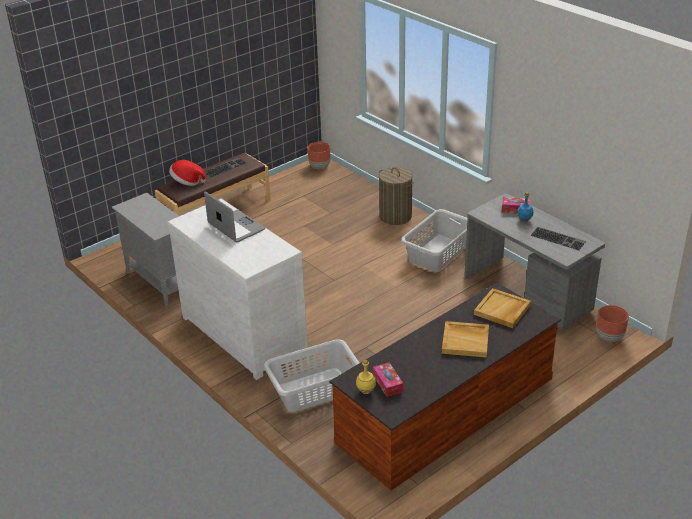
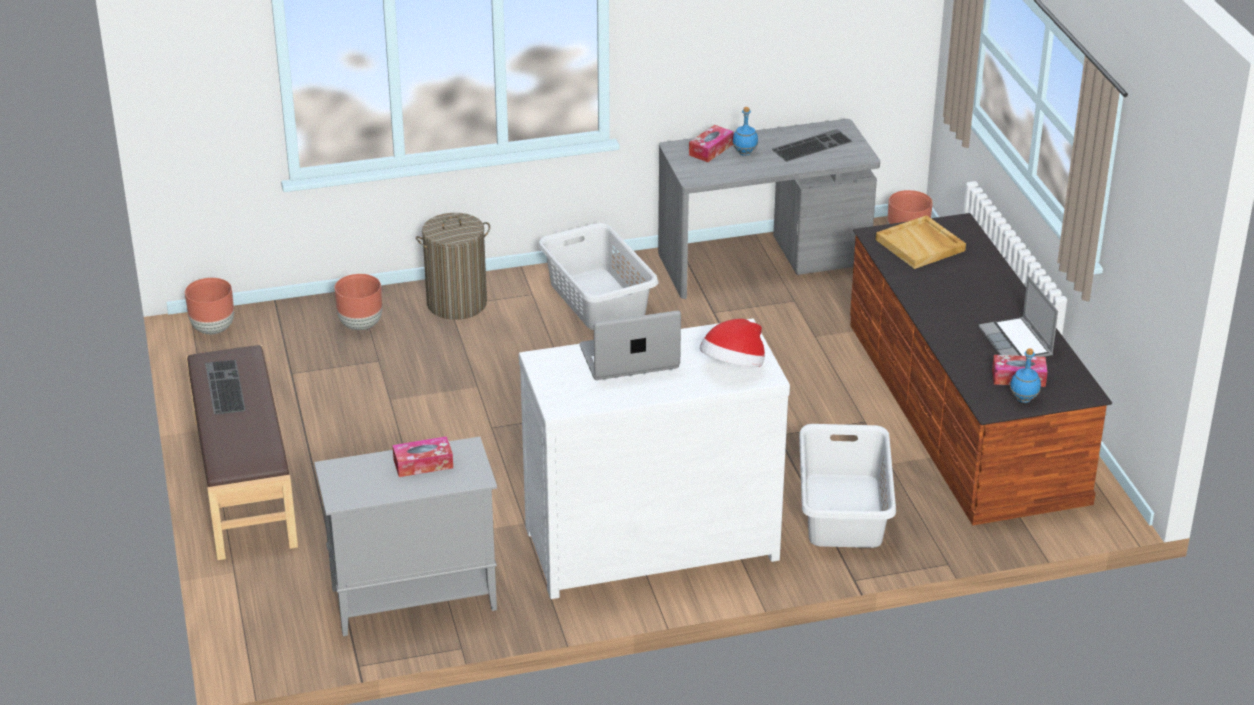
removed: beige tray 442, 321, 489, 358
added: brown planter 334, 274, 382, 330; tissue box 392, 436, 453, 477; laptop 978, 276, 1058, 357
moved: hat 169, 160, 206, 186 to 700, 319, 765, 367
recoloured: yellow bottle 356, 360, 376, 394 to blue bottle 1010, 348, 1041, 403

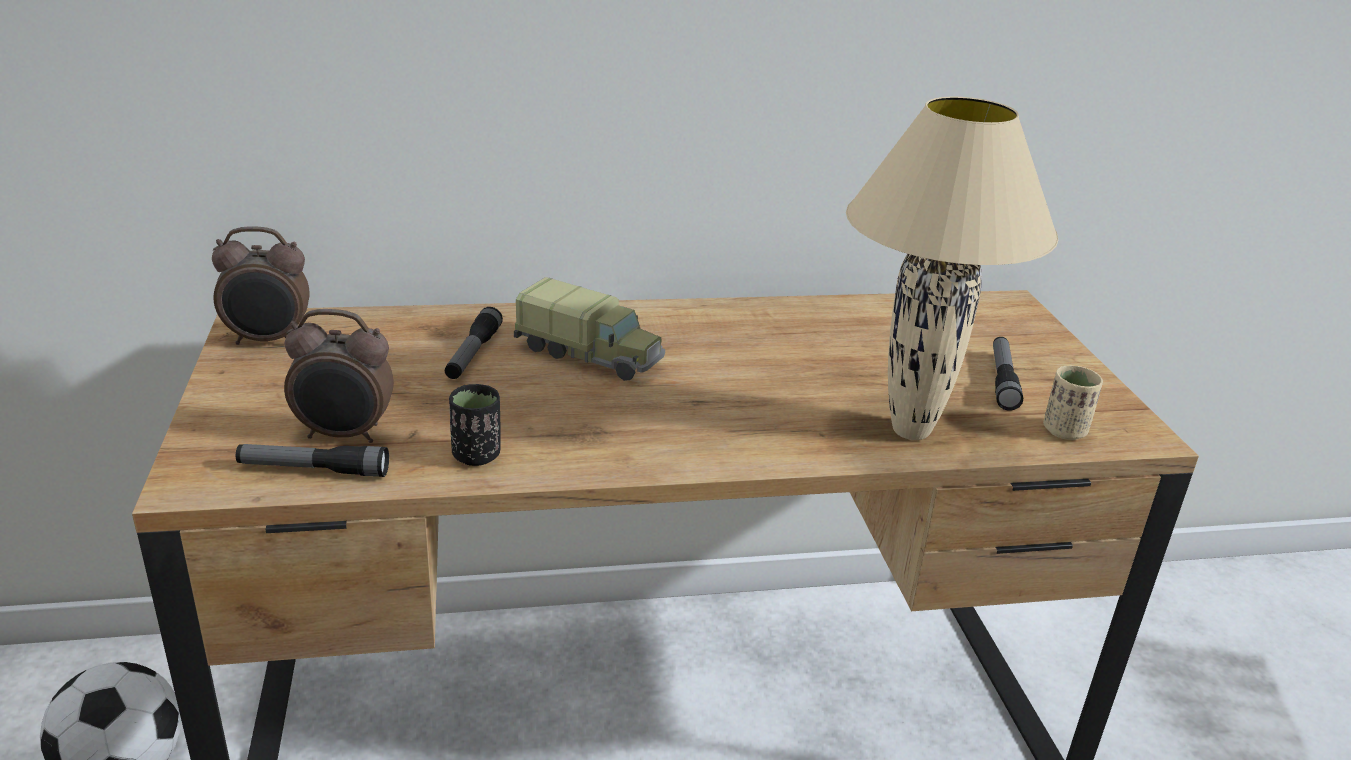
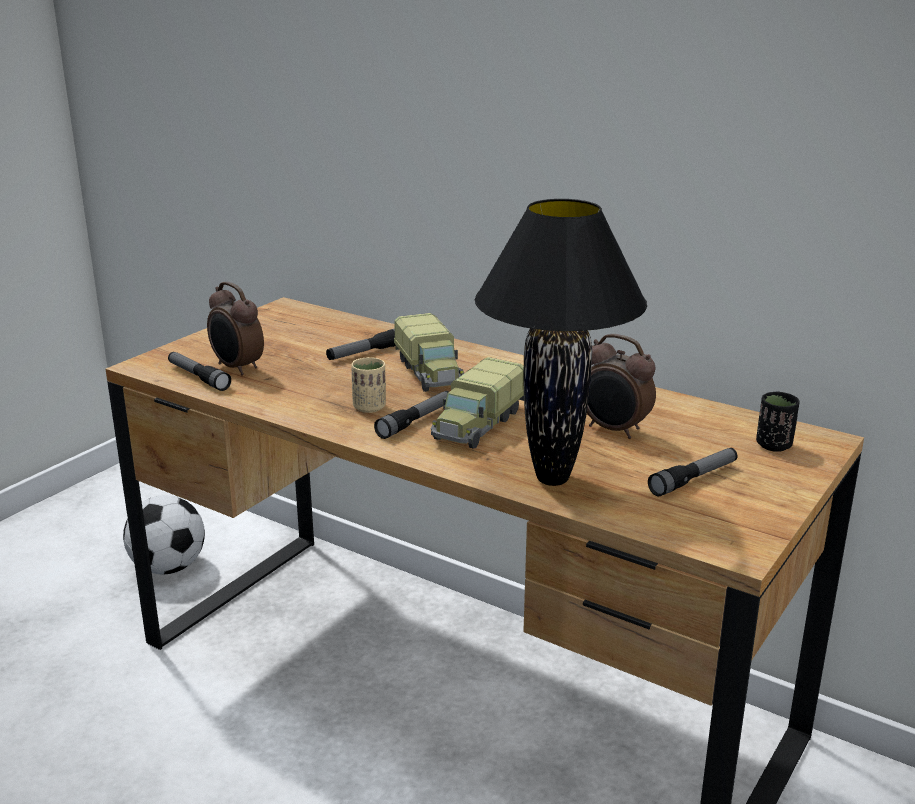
added: flashlight 374, 391, 449, 439; toy truck 430, 357, 524, 448
moved: alarm clock 212, 227, 310, 345 to 587, 334, 656, 439; black cup 449, 384, 501, 466 to 756, 392, 800, 452; beige cup 1043, 365, 1103, 440 to 351, 357, 386, 413
recoloured: beige table lamp 846, 97, 1058, 440 to black table lamp 475, 199, 647, 486

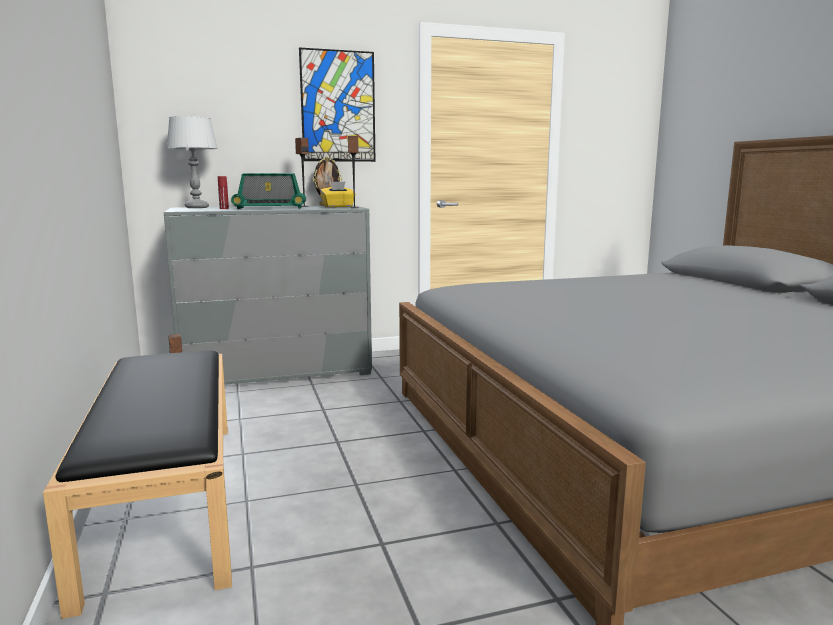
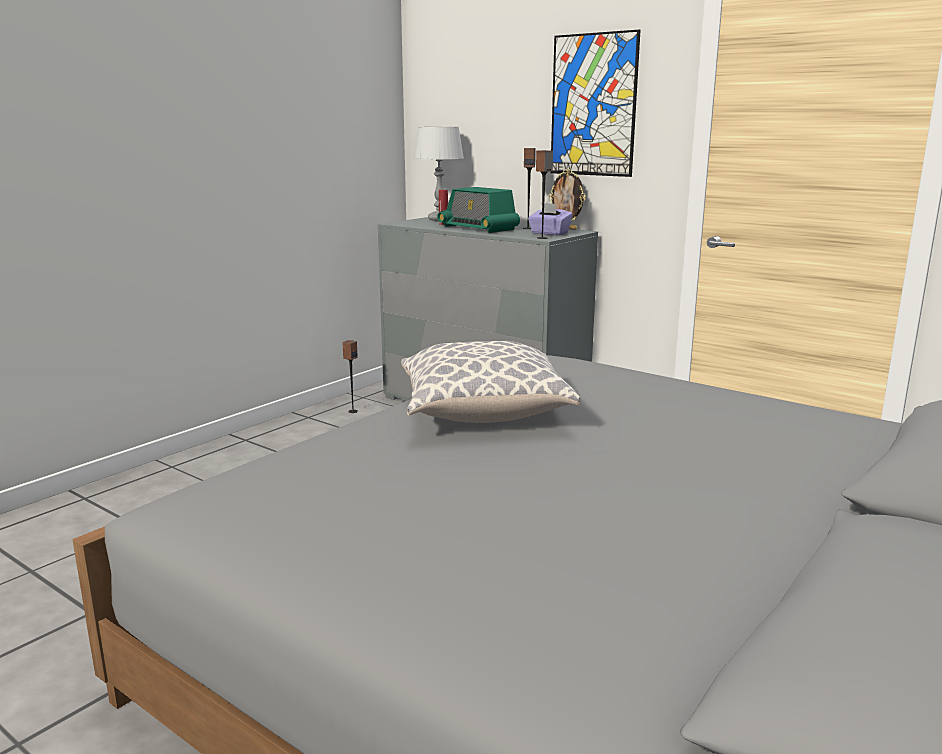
removed: black bench 43, 351, 232, 619
added: pillow 402, 341, 580, 423
recoloured: yellow tissue box 320, 181, 356, 207 to purple tissue box 528, 203, 573, 235

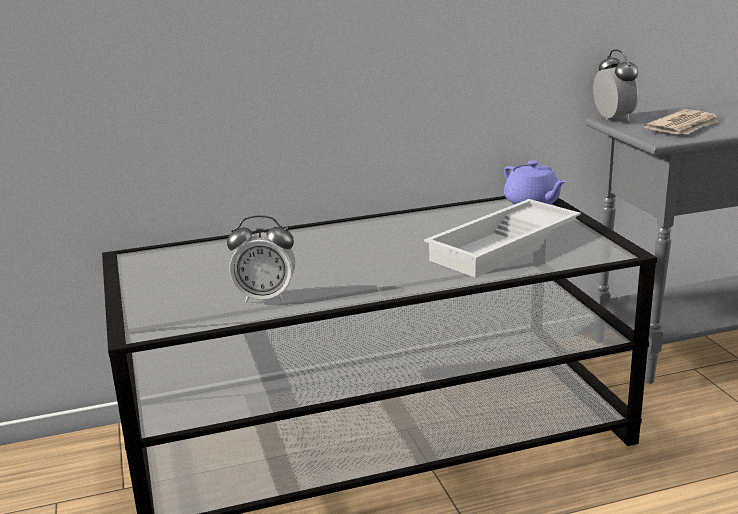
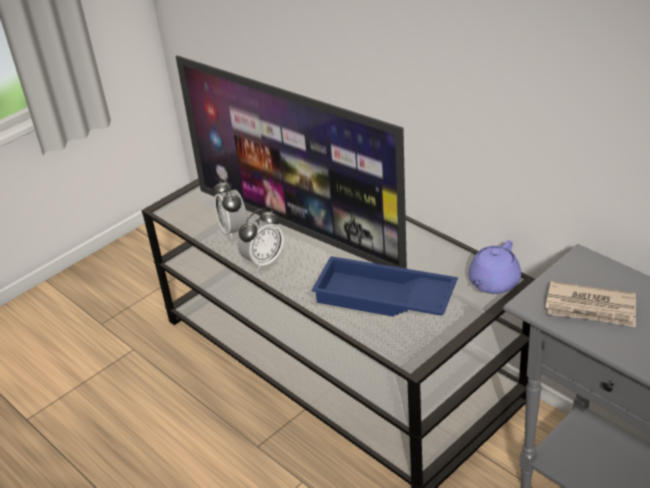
added: television 176, 55, 407, 269
moved: alarm clock 593, 50, 639, 121 to 238, 208, 284, 270
recoloured: white tray 424, 199, 581, 278 to blue tray 312, 256, 458, 317

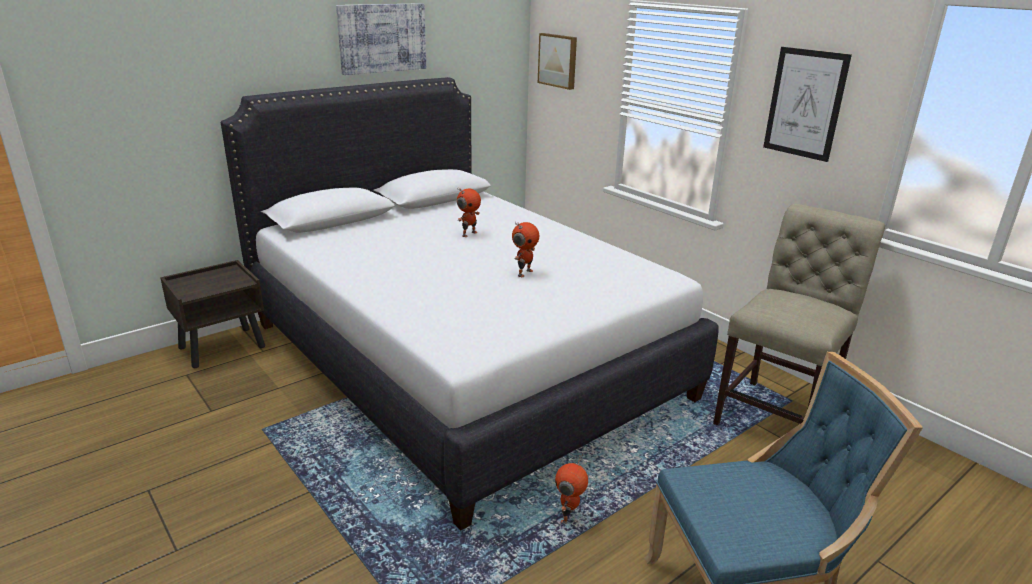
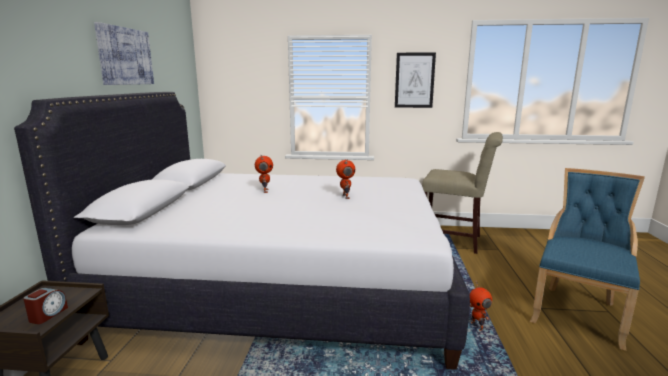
removed: picture 538, 33, 577, 90
added: alarm clock 23, 288, 68, 324
turned: beige chair 713, 204, 885, 425 = 422, 132, 503, 254 120 degrees clockwise

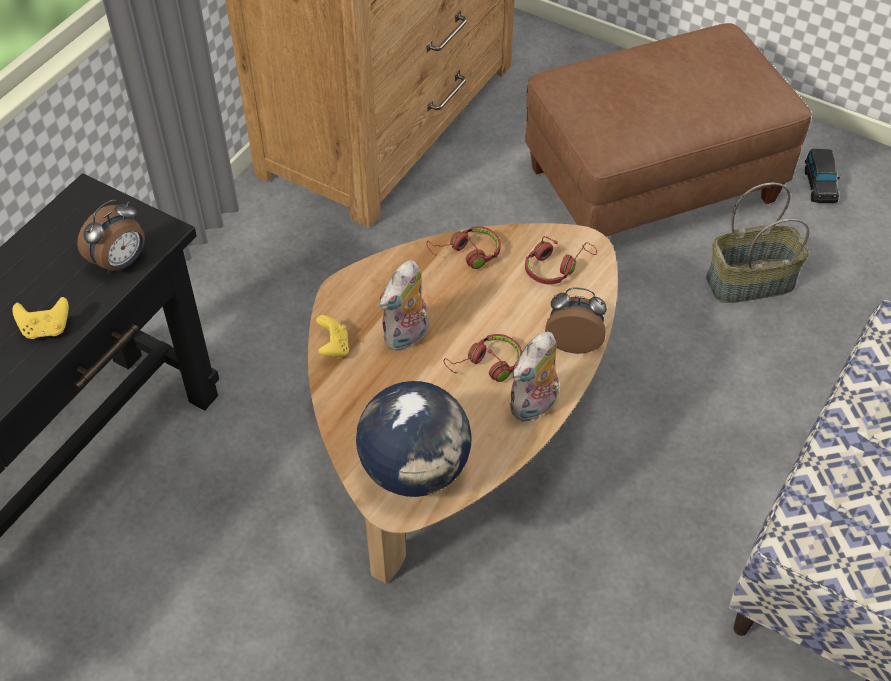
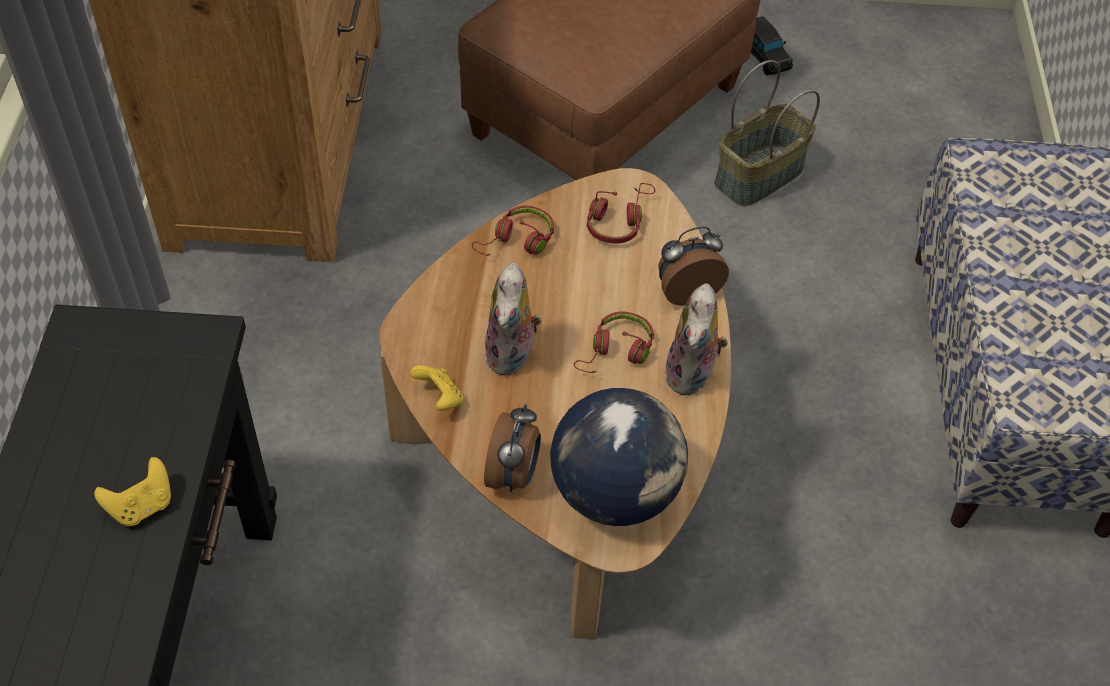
moved: alarm clock 77, 199, 145, 273 to 484, 404, 541, 492

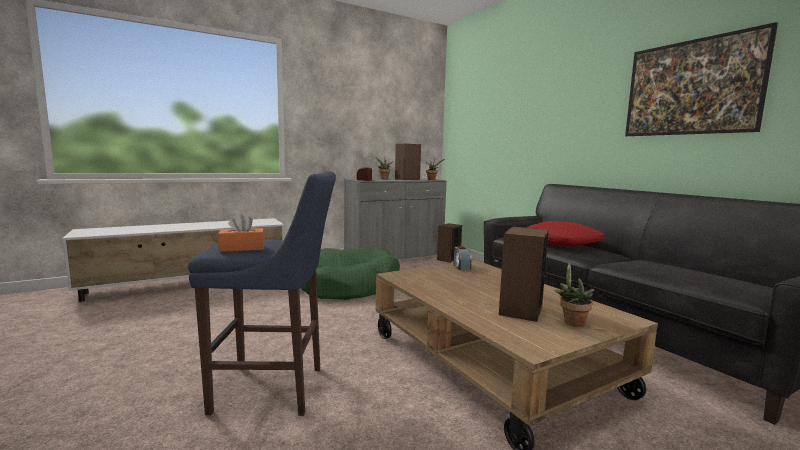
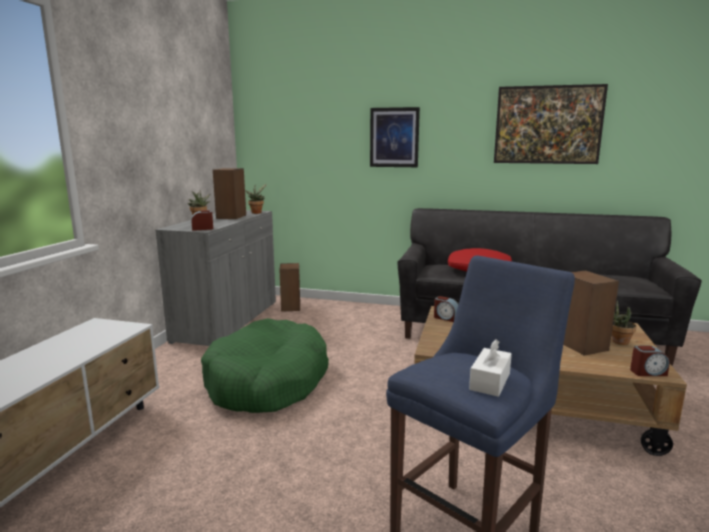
added: picture 370, 107, 420, 167; alarm clock 630, 346, 670, 376
recoloured: orange tissue box 218, 214, 265, 252 to white tissue box 469, 339, 512, 397

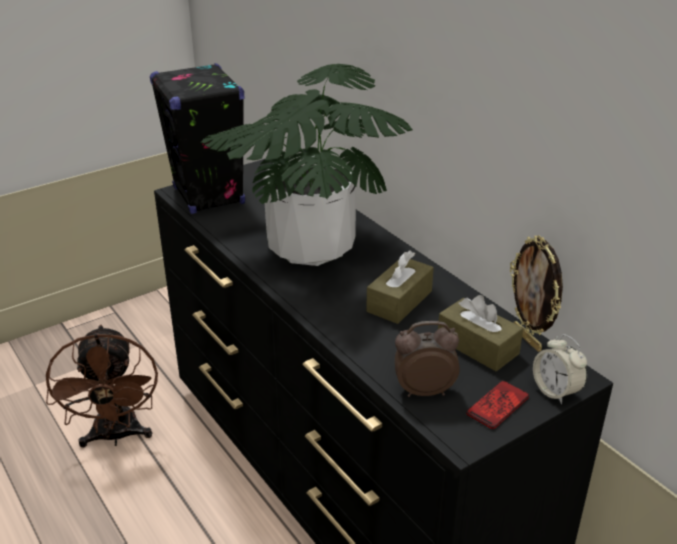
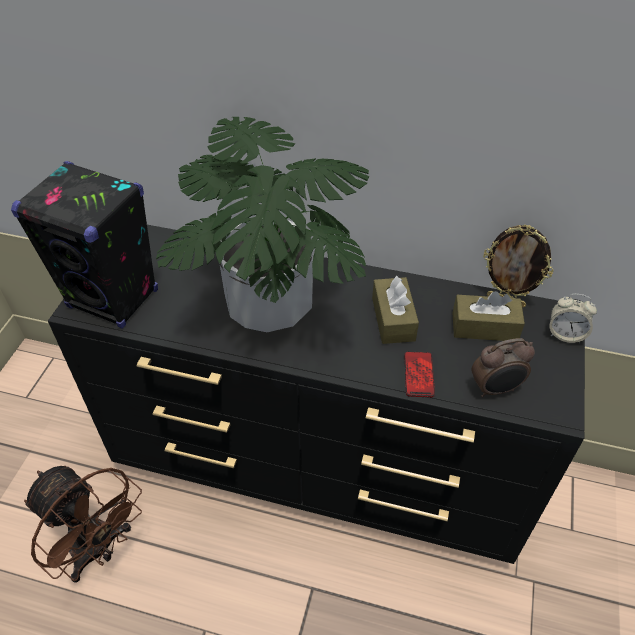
moved: phone 466, 381, 529, 429 to 404, 351, 435, 398
turned: alarm clock 395, 321, 460, 397 = 472, 338, 535, 397 150 degrees counterclockwise

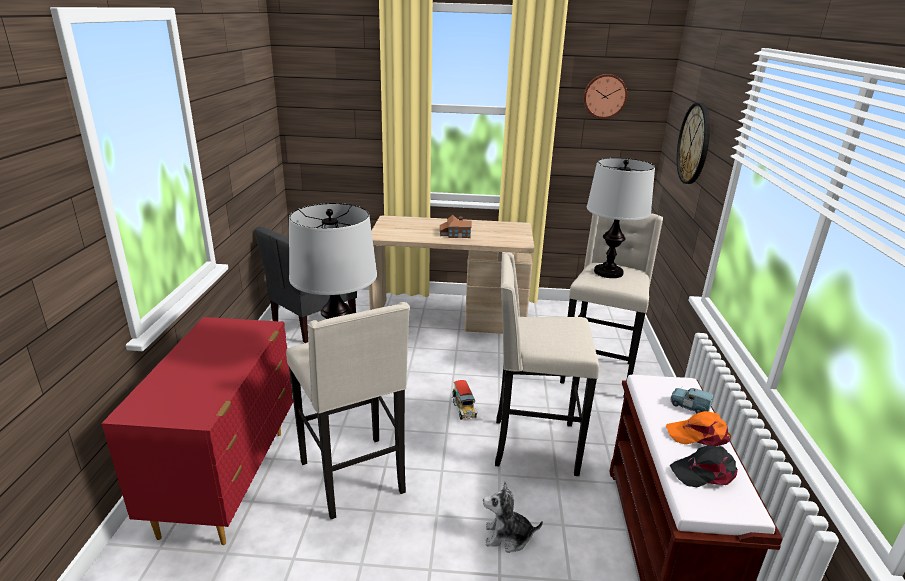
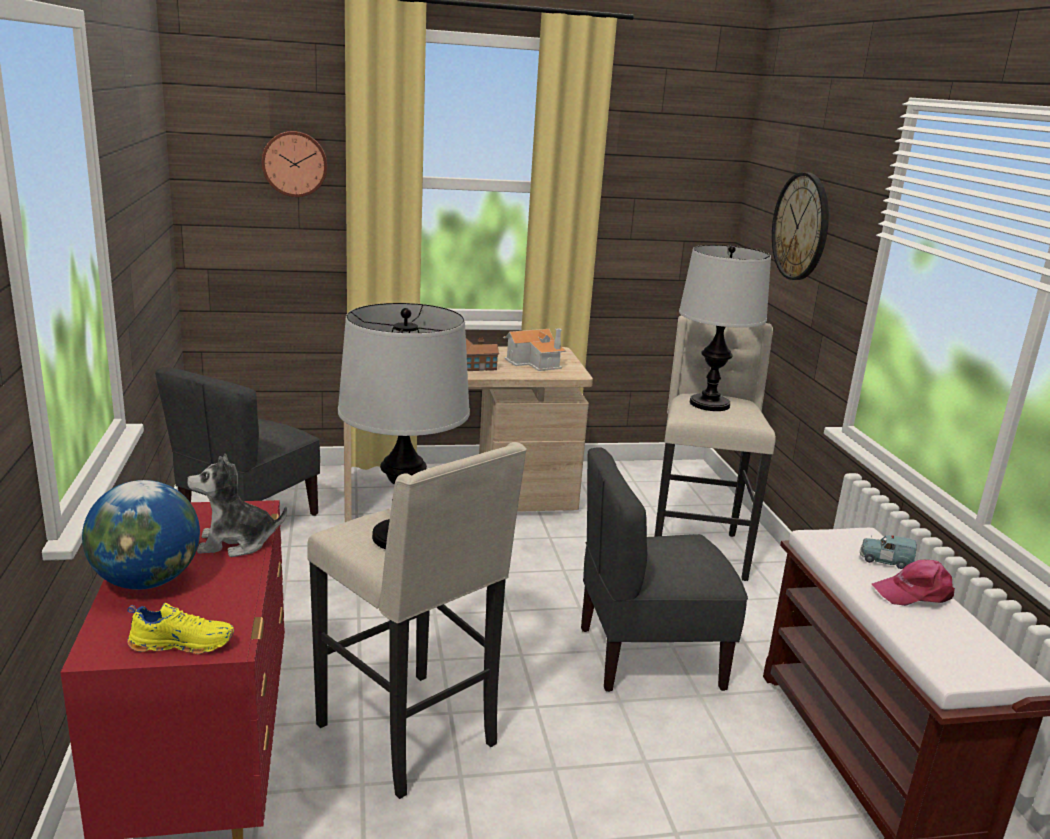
removed: toy truck 451, 380, 478, 420; black cap 670, 445, 738, 487
added: globe 82, 480, 200, 590; yellow shoe 127, 603, 234, 654; toy house 503, 328, 566, 371
moved: plush toy 483, 482, 543, 553 to 187, 454, 287, 557; wall clock 583, 74, 627, 119 to 262, 131, 327, 197
replaced: beige stool 495, 252, 599, 476 to grey chair 581, 447, 748, 692
recoloured: orange cap 666, 411, 731, 446 to pink cap 872, 560, 955, 606

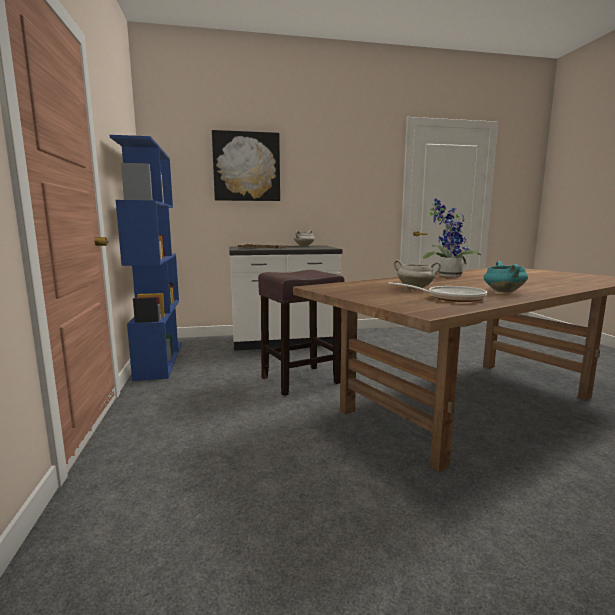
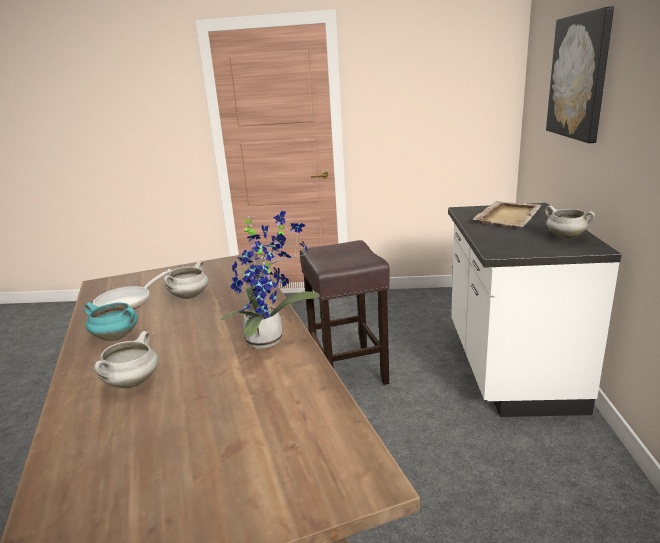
removed: blue bookcase 110, 135, 182, 381
added: white cooking pot 94, 331, 159, 388

